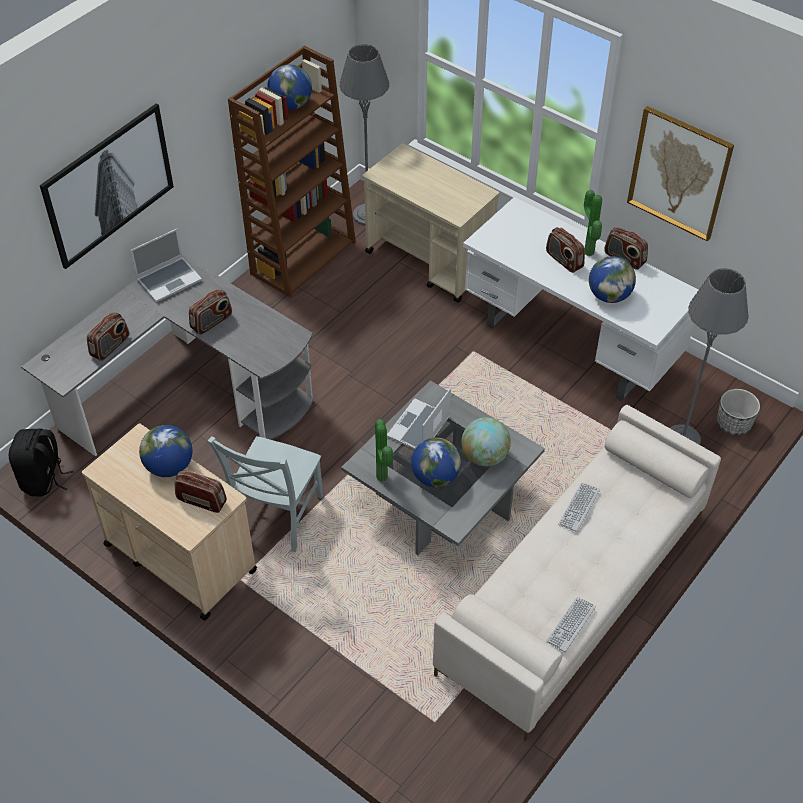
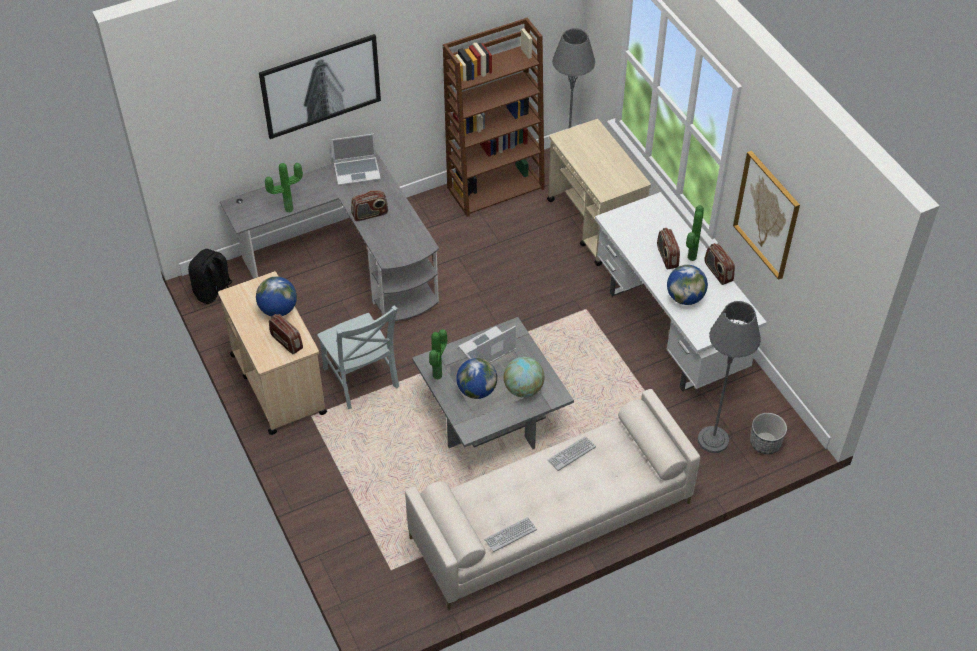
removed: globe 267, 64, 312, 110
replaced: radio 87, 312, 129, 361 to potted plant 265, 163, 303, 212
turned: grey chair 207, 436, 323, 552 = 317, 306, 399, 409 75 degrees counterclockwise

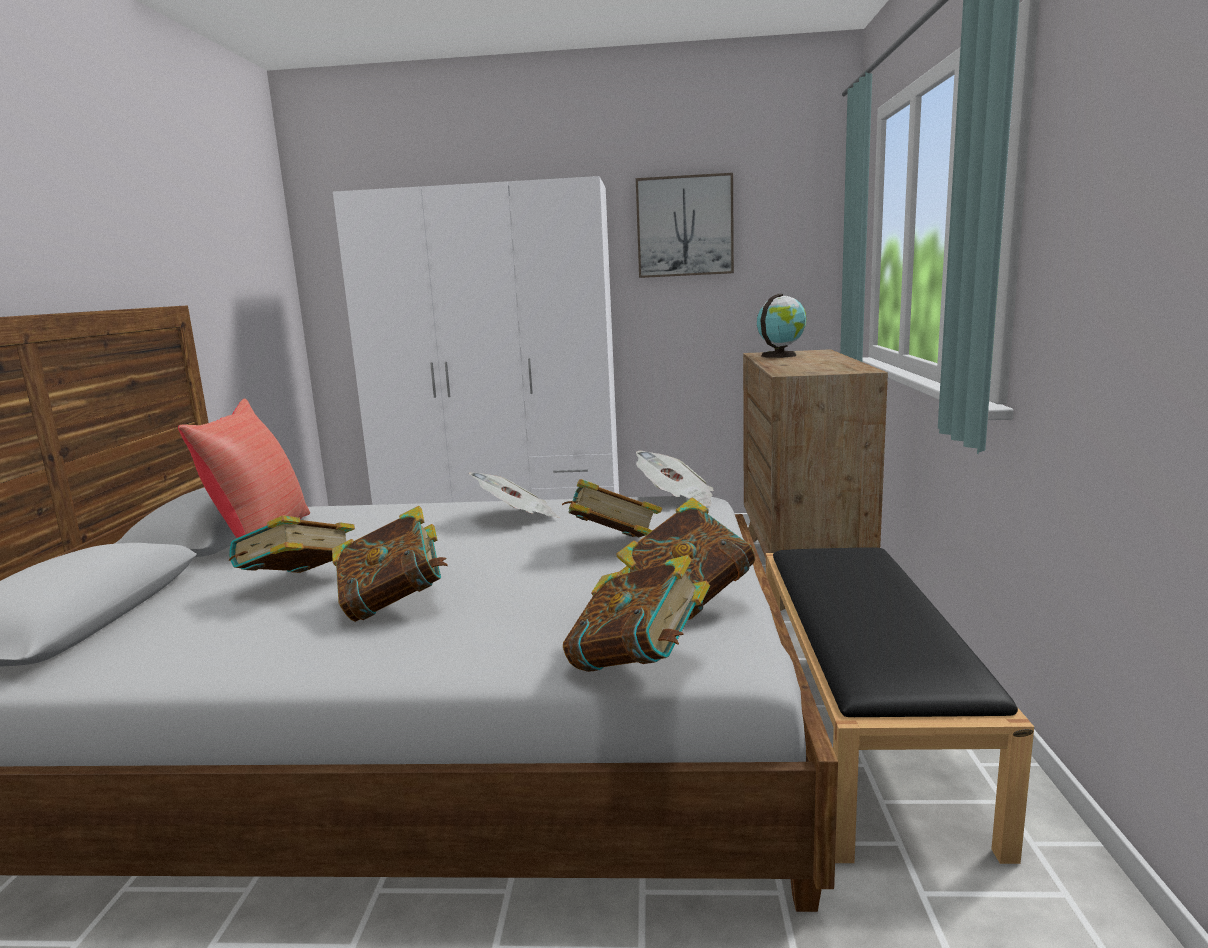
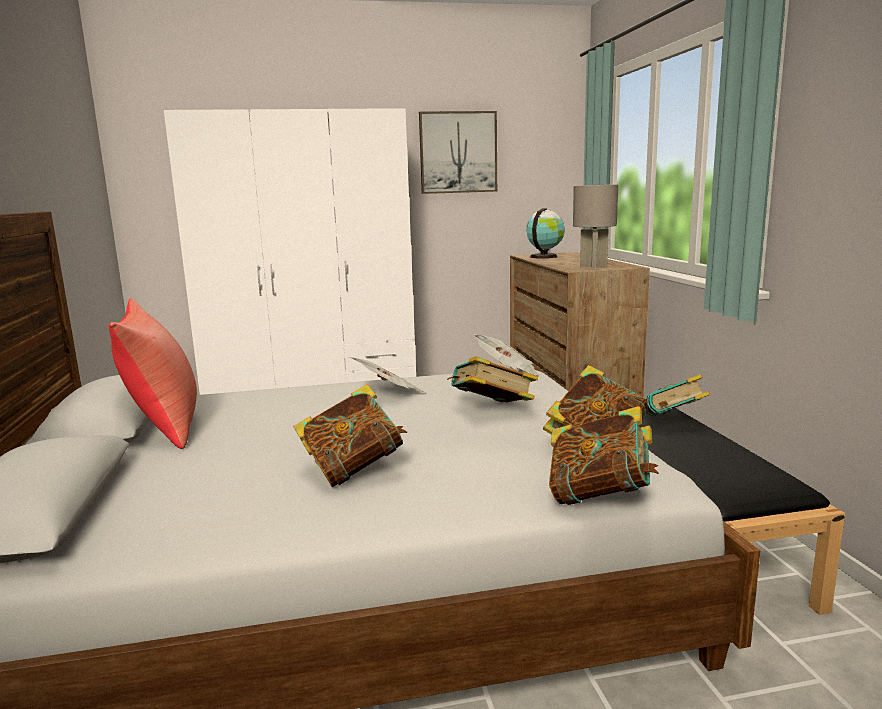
added: grey table lamp 573, 184, 618, 268
moved: book 229, 515, 355, 573 to 645, 374, 710, 416

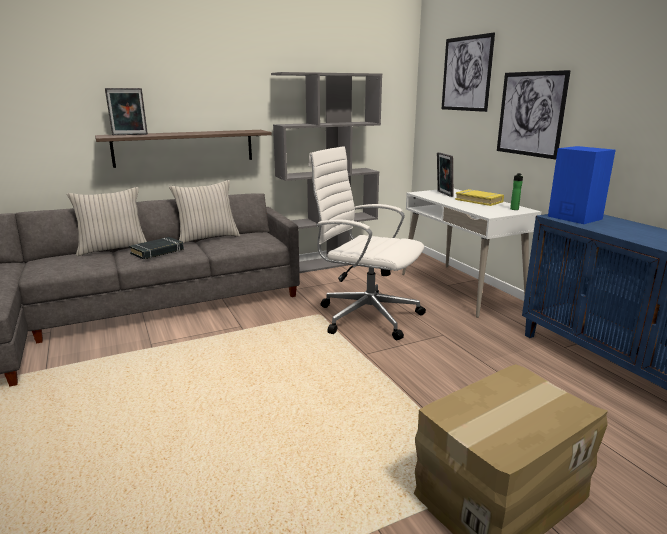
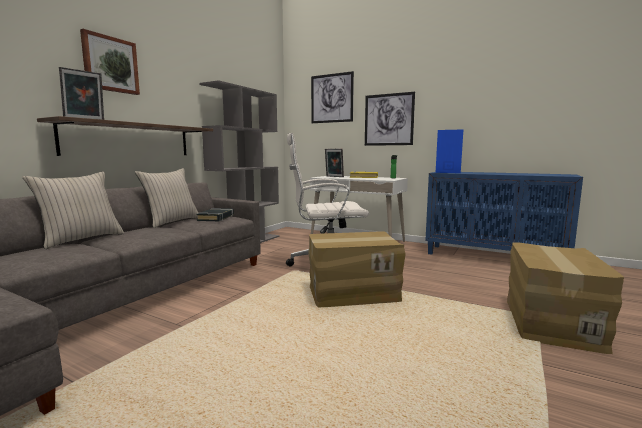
added: picture 80, 29, 140, 95; cardboard box 309, 231, 406, 307
moved: black book 129, 237, 184, 260 to 197, 208, 234, 221

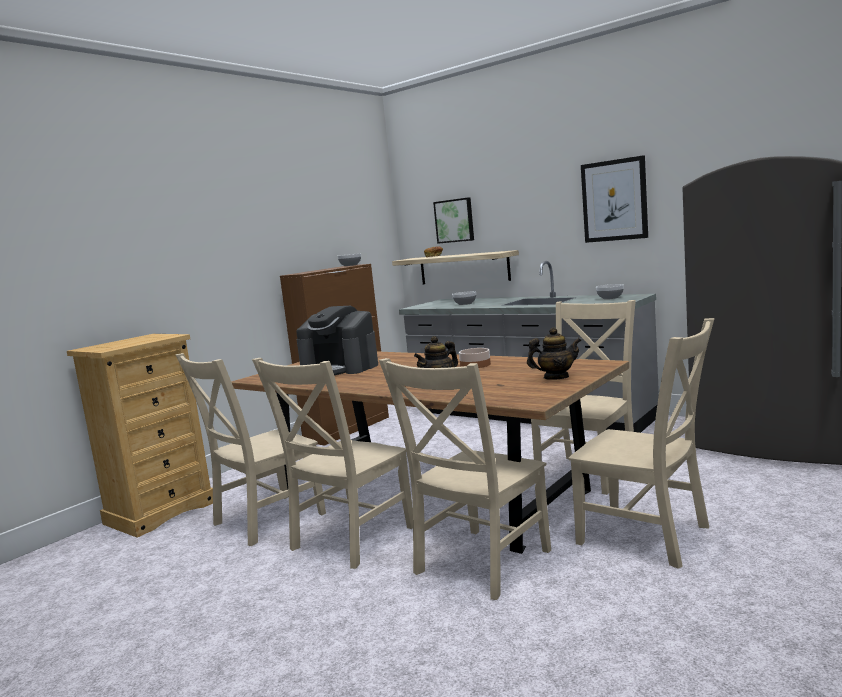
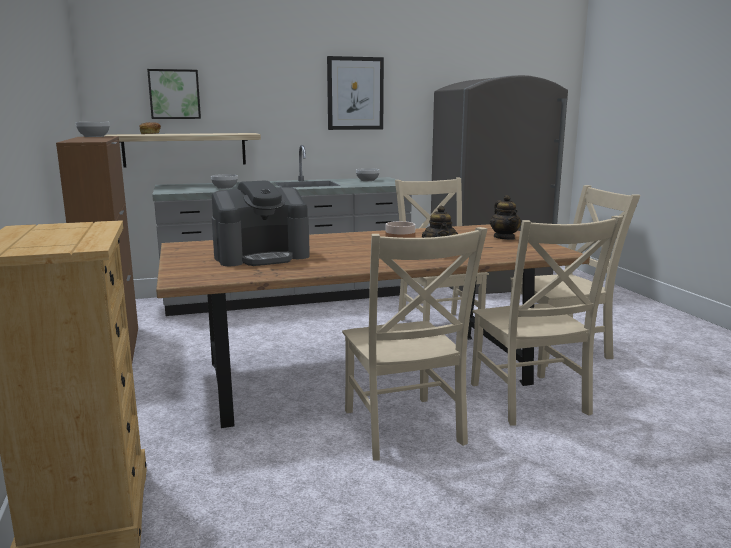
removed: beige chair 176, 353, 326, 546
turned: teapot 527, 327, 581, 380 = 490, 195, 521, 240 135 degrees clockwise

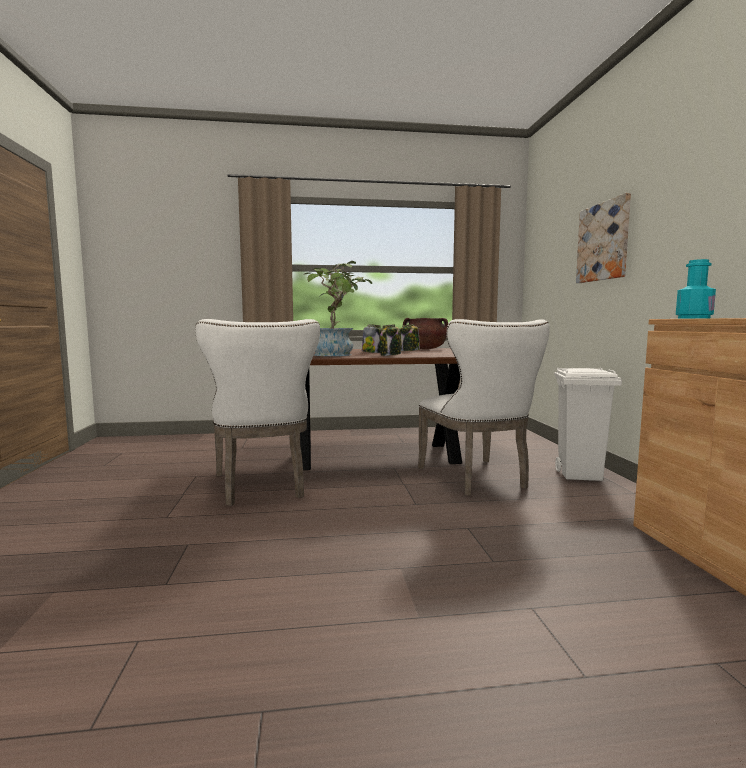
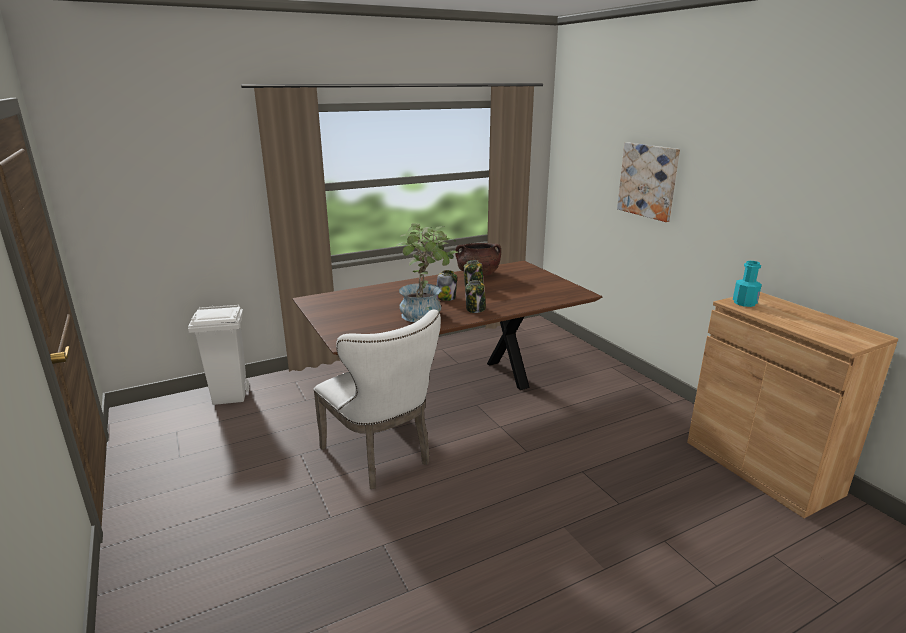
removed: white chair 418, 319, 550, 496
moved: white trash can 554, 367, 622, 481 to 188, 304, 249, 405

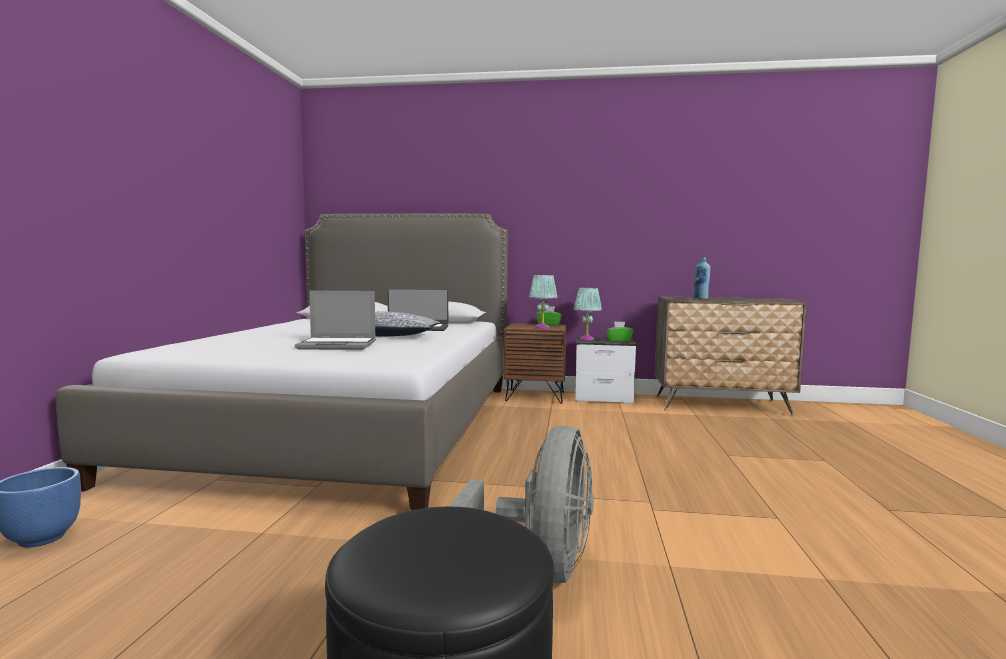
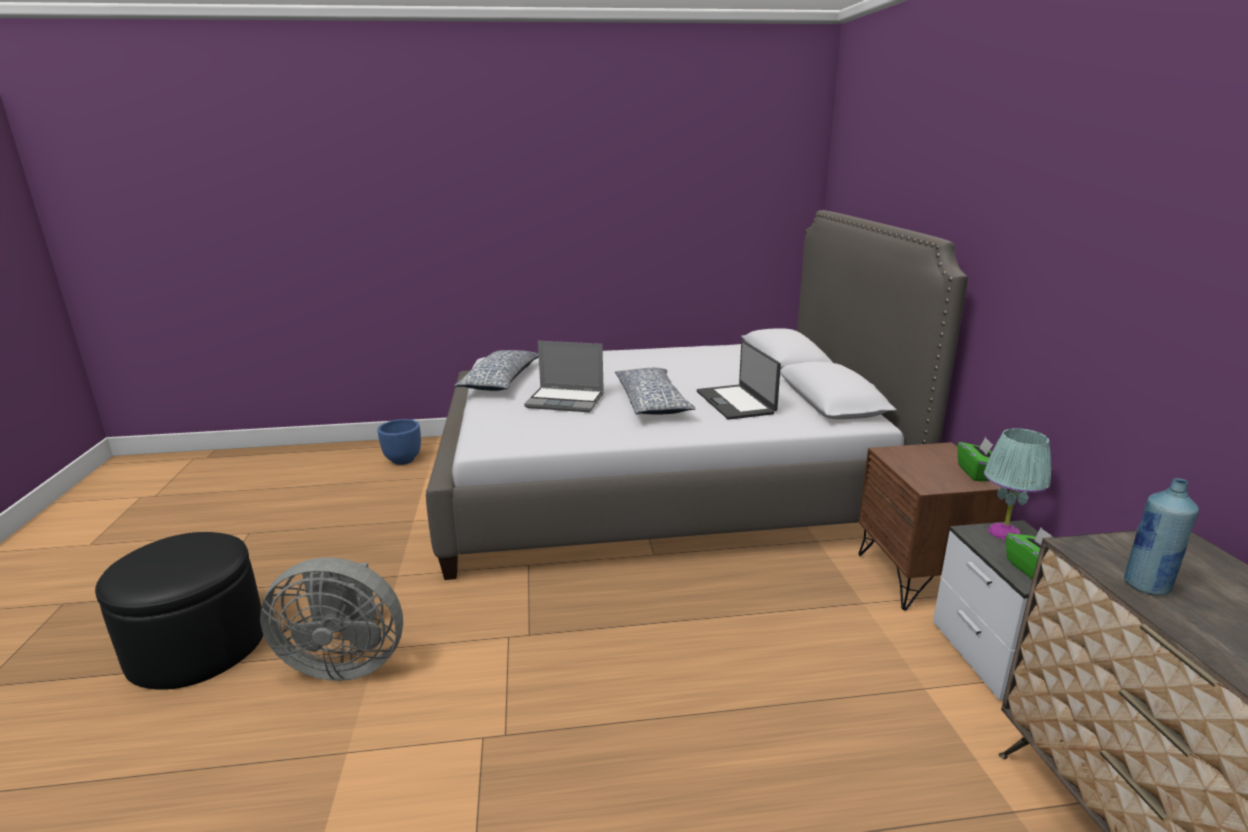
removed: turquoise table lamp 529, 275, 557, 329
added: pillow 454, 350, 539, 391
turned: laptop 295, 290, 376, 350 = 524, 341, 604, 412 60 degrees counterclockwise

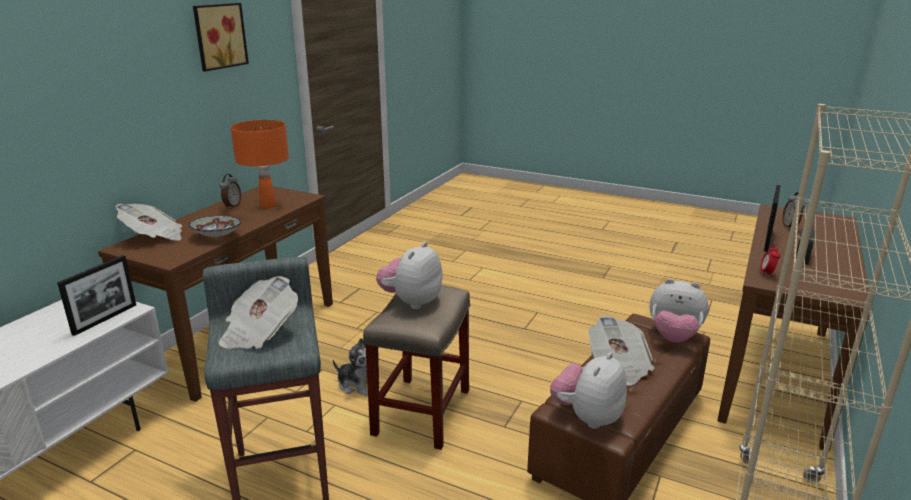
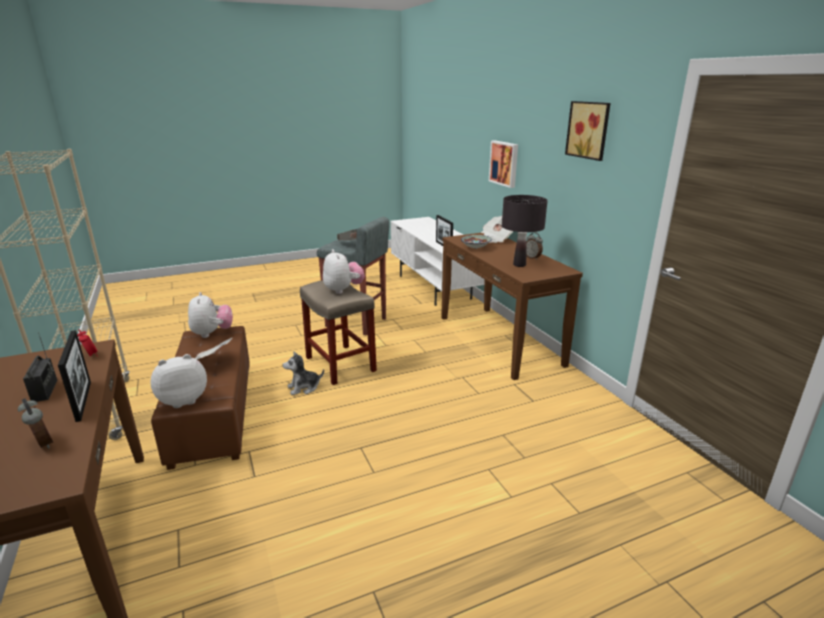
added: picture 489, 140, 518, 188
moved: plush toy 333, 338, 380, 396 to 282, 352, 324, 395
recoloured: orange table lamp 231, 120, 289, 208 to black table lamp 502, 195, 548, 267

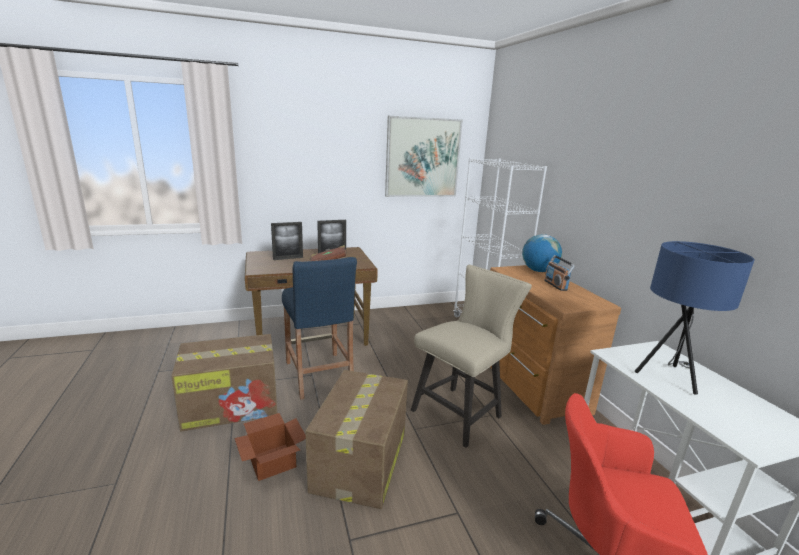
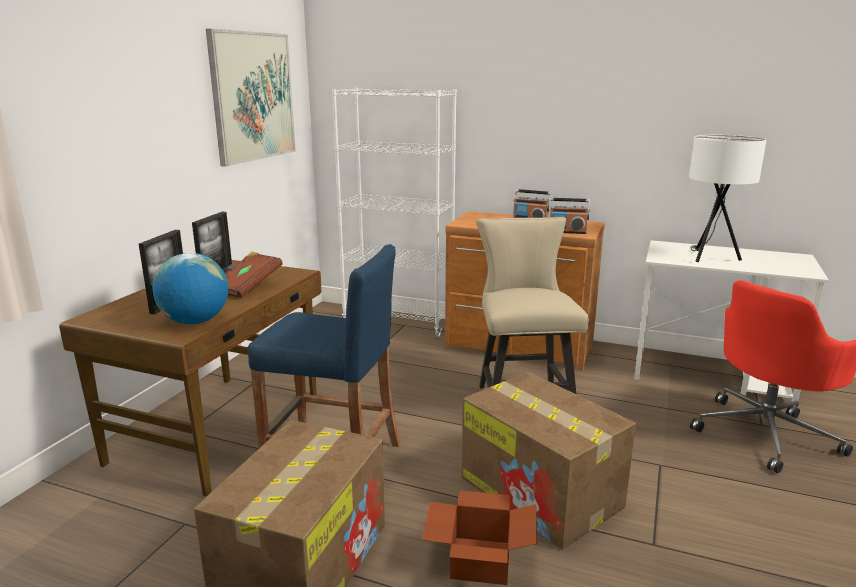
added: radio 548, 198, 590, 234
moved: globe 522, 234, 562, 272 to 152, 253, 228, 324
recoloured: blue table lamp 635, 241, 754, 395 to white table lamp 689, 135, 767, 262

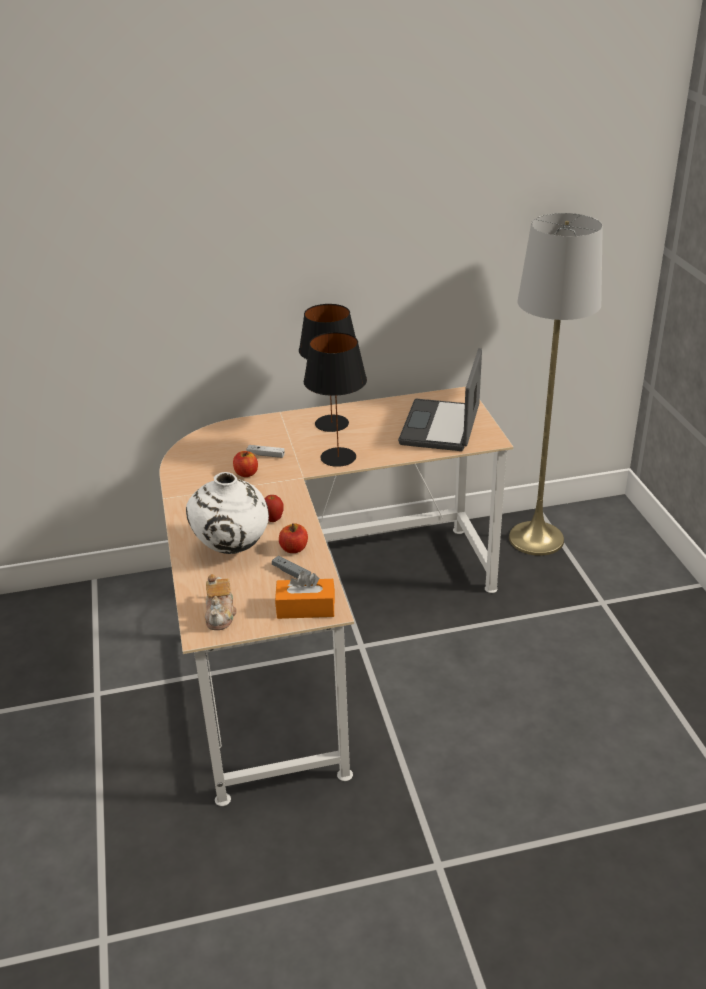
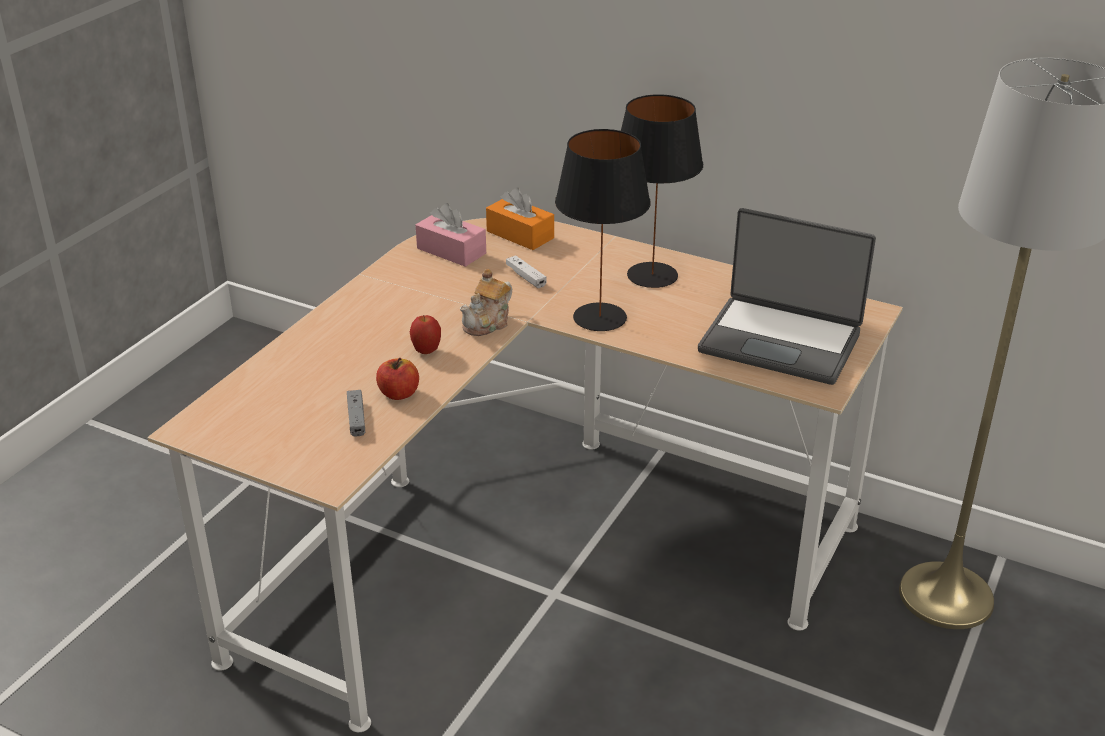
removed: white vase 186, 472, 269, 554; apple 233, 451, 258, 477
added: pink tissue box 416, 203, 486, 267
moved: teapot 205, 574, 237, 630 to 460, 269, 512, 336; orange tissue box 275, 571, 335, 619 to 486, 187, 554, 250
turned: laptop 398, 348, 482, 451 = 698, 208, 876, 385 120 degrees counterclockwise

